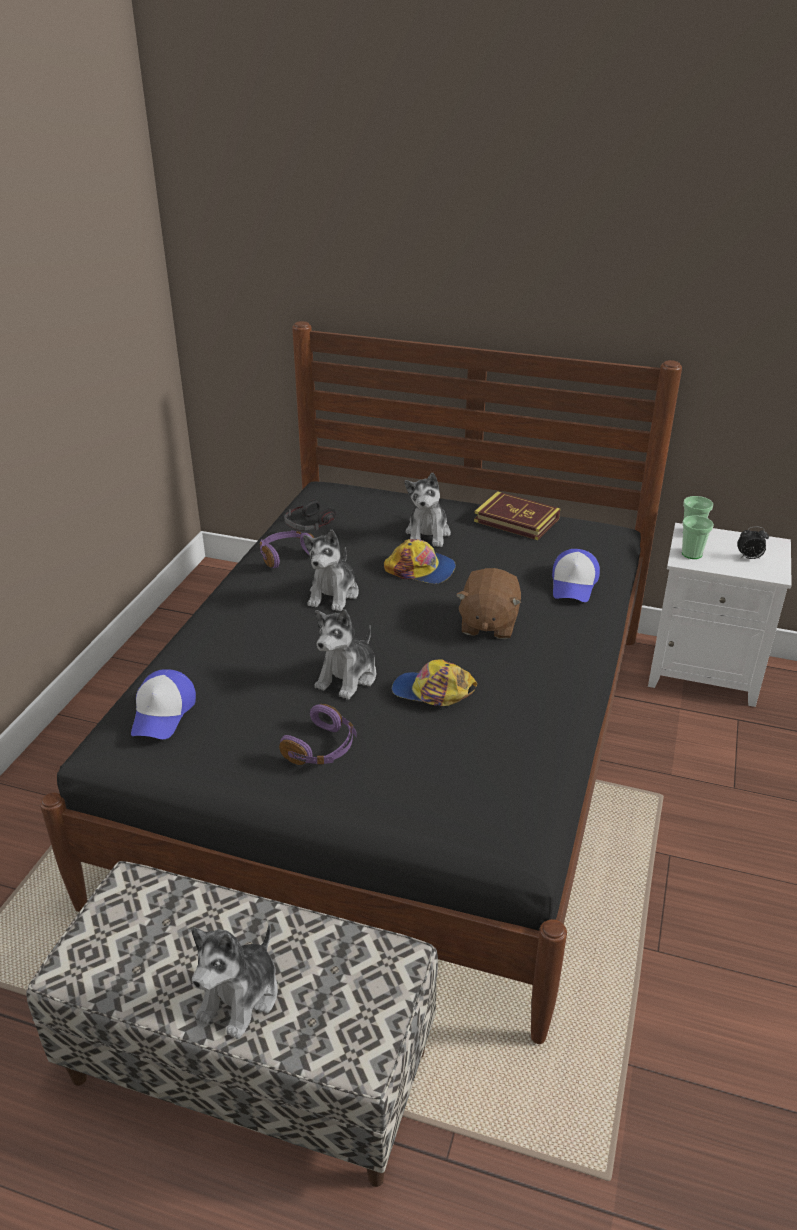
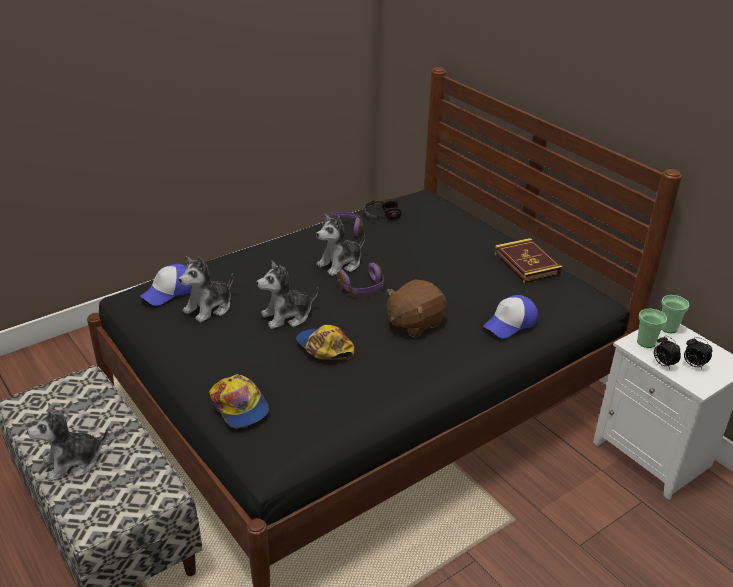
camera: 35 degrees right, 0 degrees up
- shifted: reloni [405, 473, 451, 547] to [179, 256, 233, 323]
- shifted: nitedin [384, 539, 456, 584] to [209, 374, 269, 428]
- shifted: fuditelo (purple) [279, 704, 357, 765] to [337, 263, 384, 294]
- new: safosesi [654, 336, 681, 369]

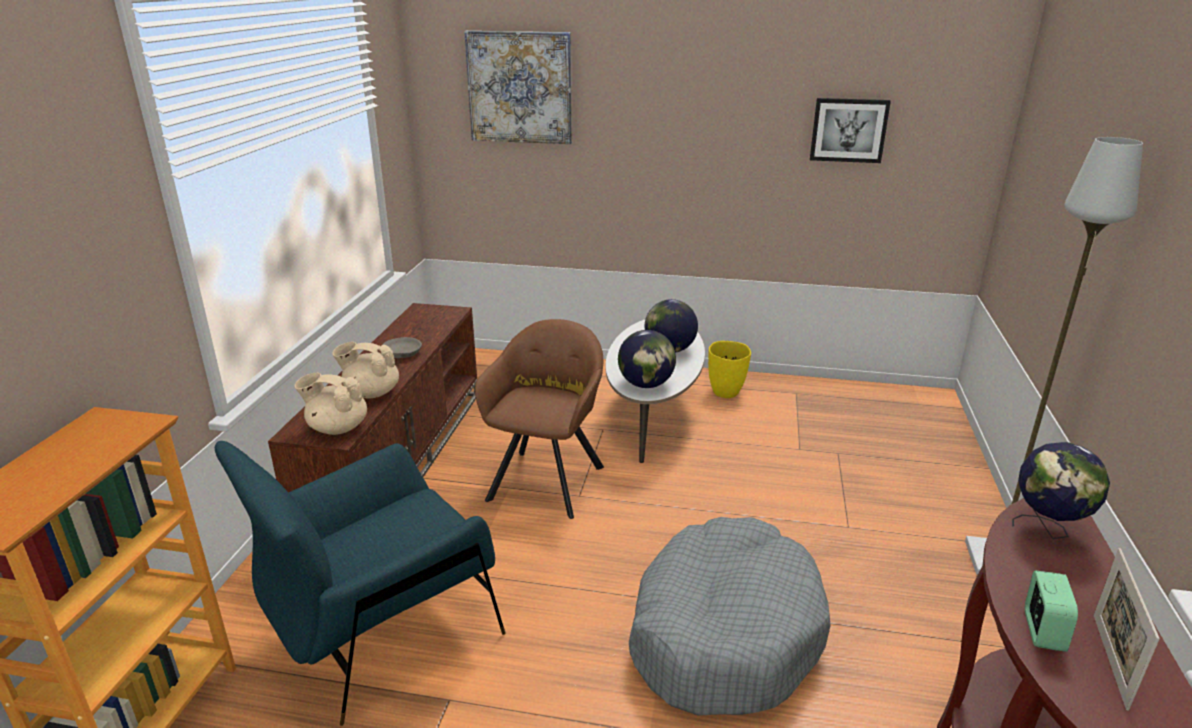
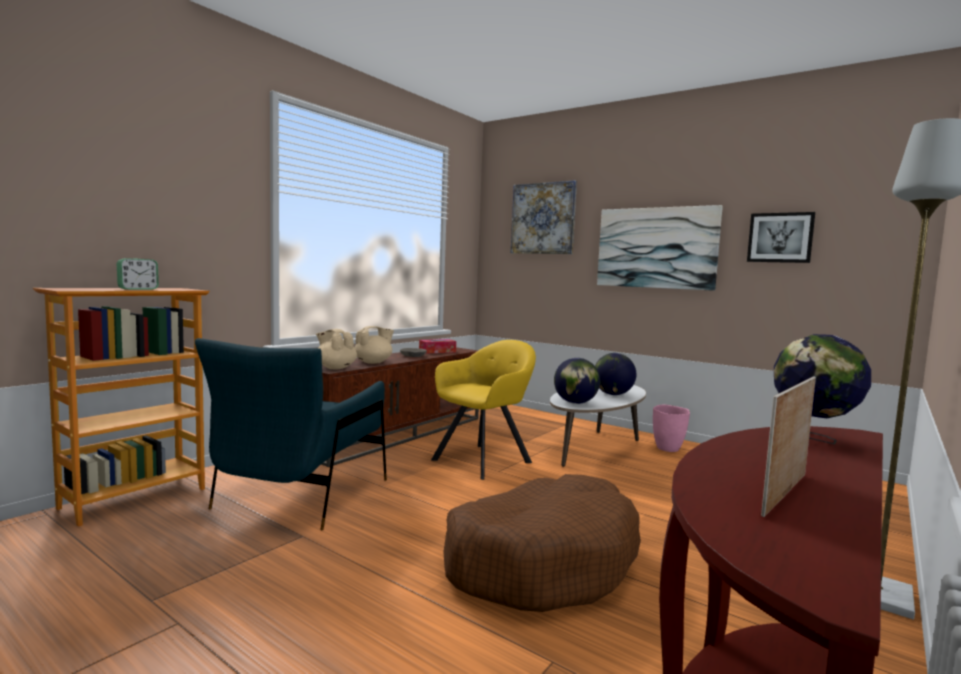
camera: 25 degrees right, 20 degrees down
- repainted: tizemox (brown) [475, 319, 604, 519] to tizemox (yellow) [431, 340, 536, 480]
- repainted: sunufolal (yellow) [708, 341, 751, 398] to sunufolal (pink) [653, 405, 690, 452]
- rotated: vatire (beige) [332, 342, 399, 399] = [355, 326, 394, 364] 105 degrees clockwise
- rotated: tizemox (blue) [215, 441, 506, 726] = [195, 338, 387, 531] 60 degrees counterclockwise
- repainted: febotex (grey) [629, 517, 831, 716] to febotex (brown) [443, 474, 641, 612]
- shifted: safosesi [1025, 571, 1078, 652] to [117, 259, 159, 290]
- new: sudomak [597, 205, 723, 291]
- new: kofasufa [419, 339, 456, 354]

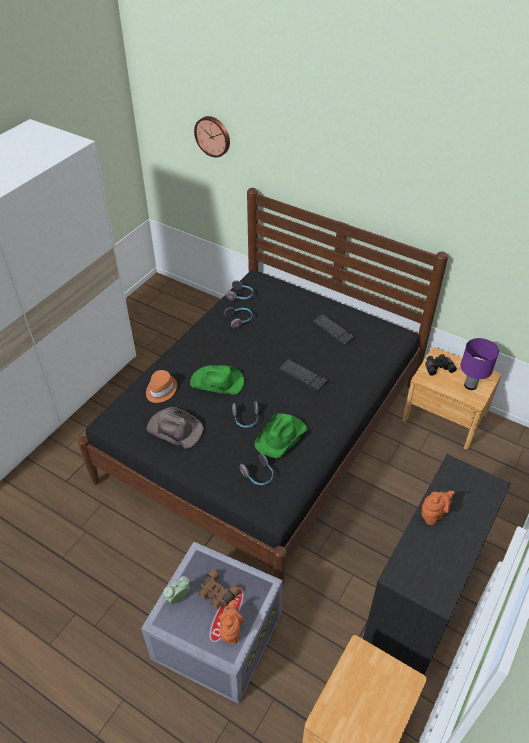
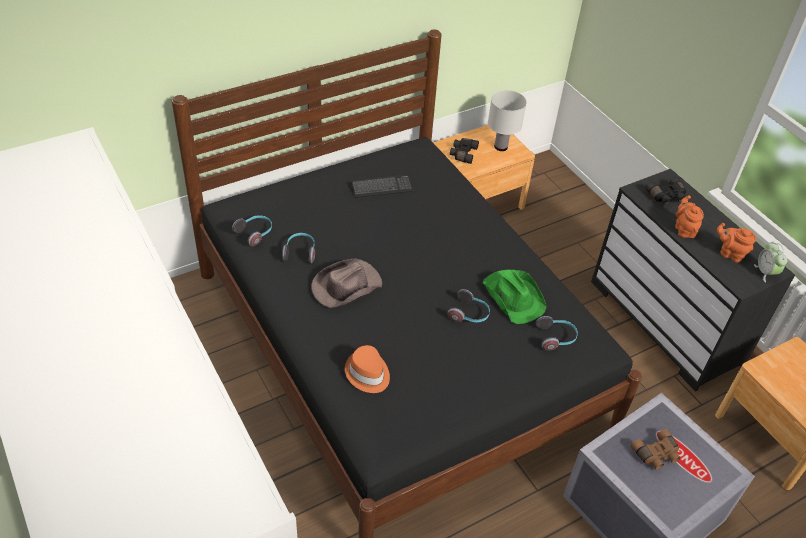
camera: 65 degrees left, 0 degrees up
- gone: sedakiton [194, 116, 230, 158]
- repainted: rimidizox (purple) [460, 338, 499, 390] to rimidizox (white) [488, 90, 527, 151]
- gone: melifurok [278, 358, 328, 393]
- gone: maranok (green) [190, 365, 244, 395]
- shifted: maranok (brown) [146, 407, 204, 449] to [311, 259, 382, 308]
- shifted: safosesi [163, 576, 190, 604] to [754, 242, 788, 283]
- shifted: vatire (orange) [218, 600, 244, 644] to [717, 223, 756, 262]
- new: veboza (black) [645, 177, 686, 205]

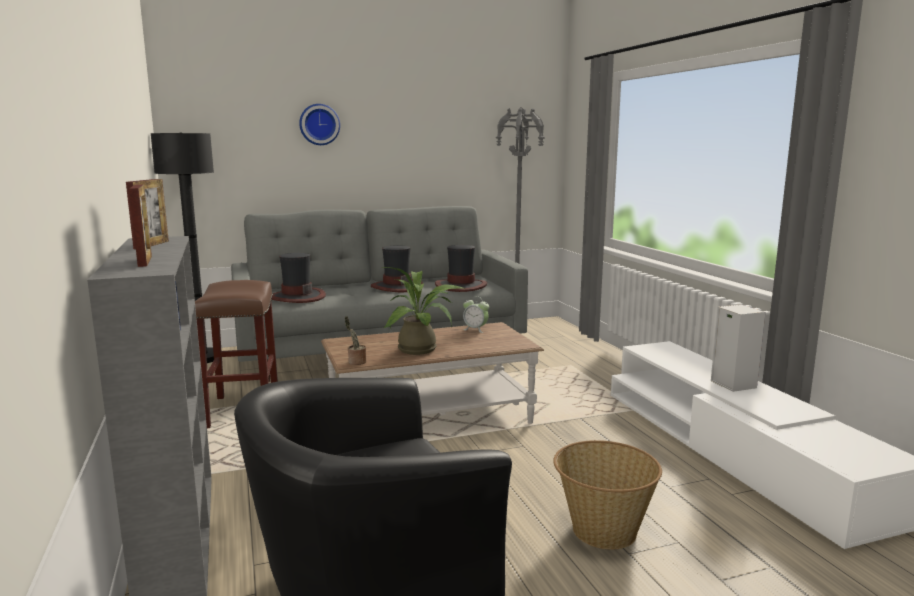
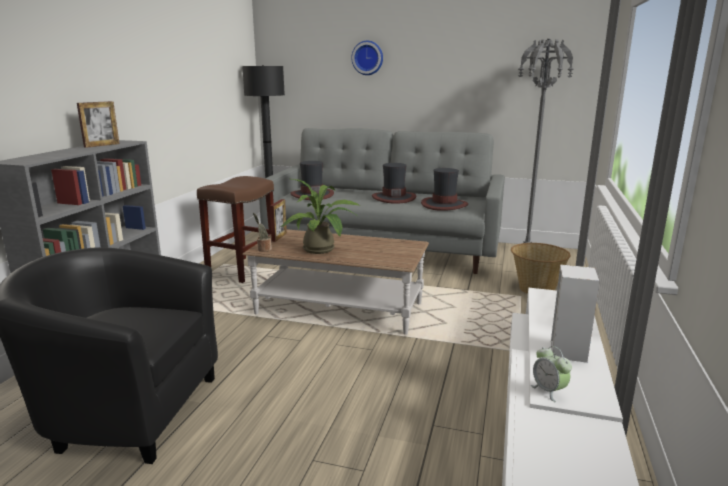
camera: 35 degrees right, 5 degrees up
- shifted: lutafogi [129, 185, 152, 267] to [270, 199, 287, 242]
- shifted: safosesi [463, 296, 489, 333] to [530, 346, 572, 402]
- shifted: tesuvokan [553, 440, 662, 549] to [511, 243, 571, 294]

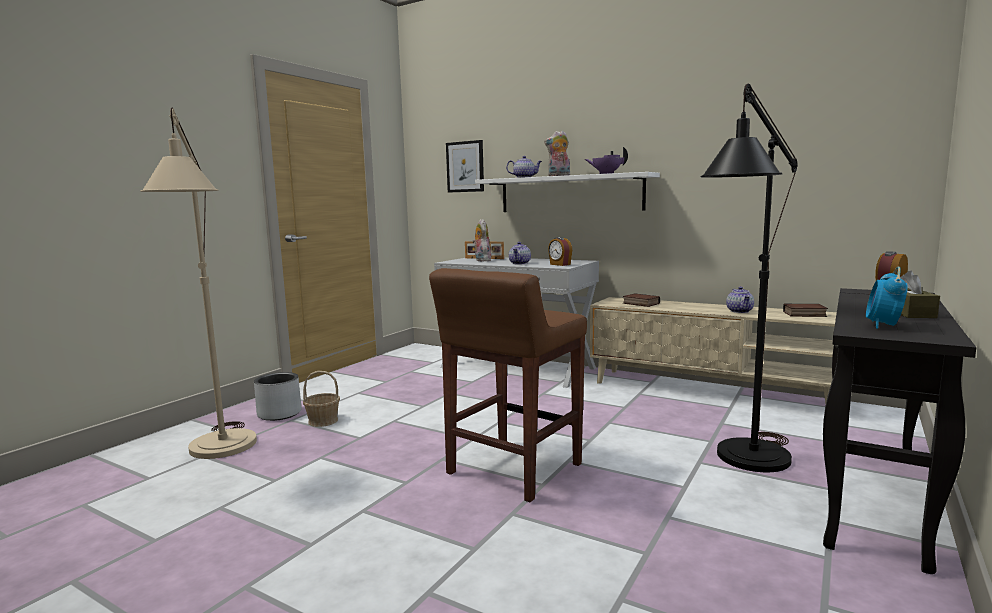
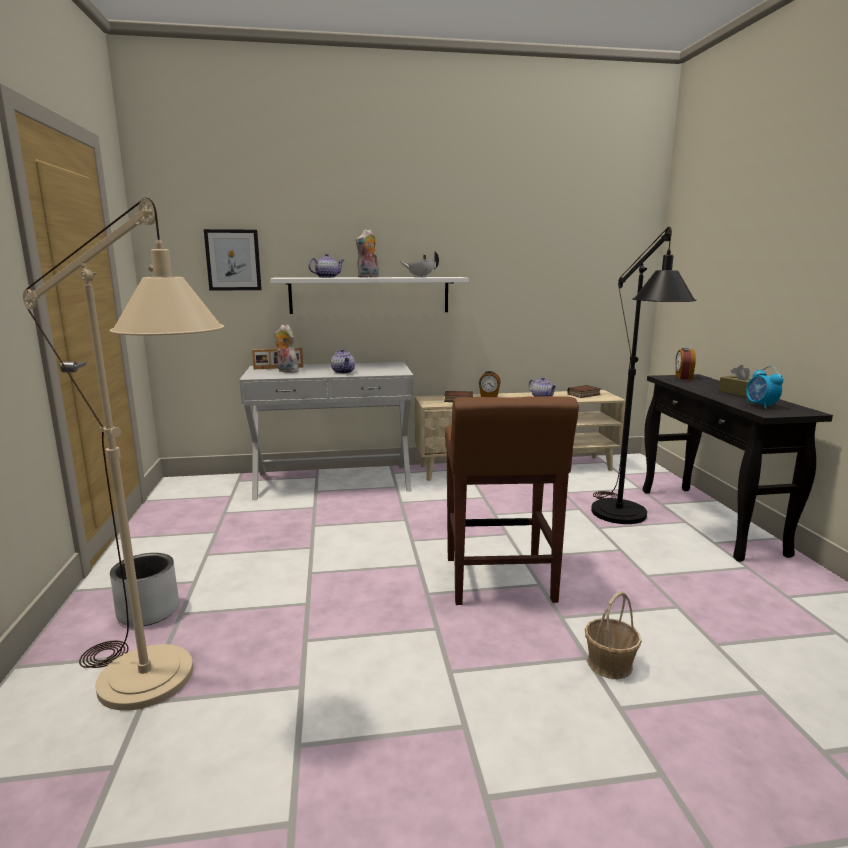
camera: 40 degrees left, 5 degrees up
- repainted: vatire (purple) [585, 147, 628, 174] to vatire (white) [400, 251, 439, 277]
- shifted: safosesi [548, 237, 572, 266] to [479, 371, 501, 397]
- shifted: tesuvokan [303, 371, 340, 427] to [585, 591, 642, 679]

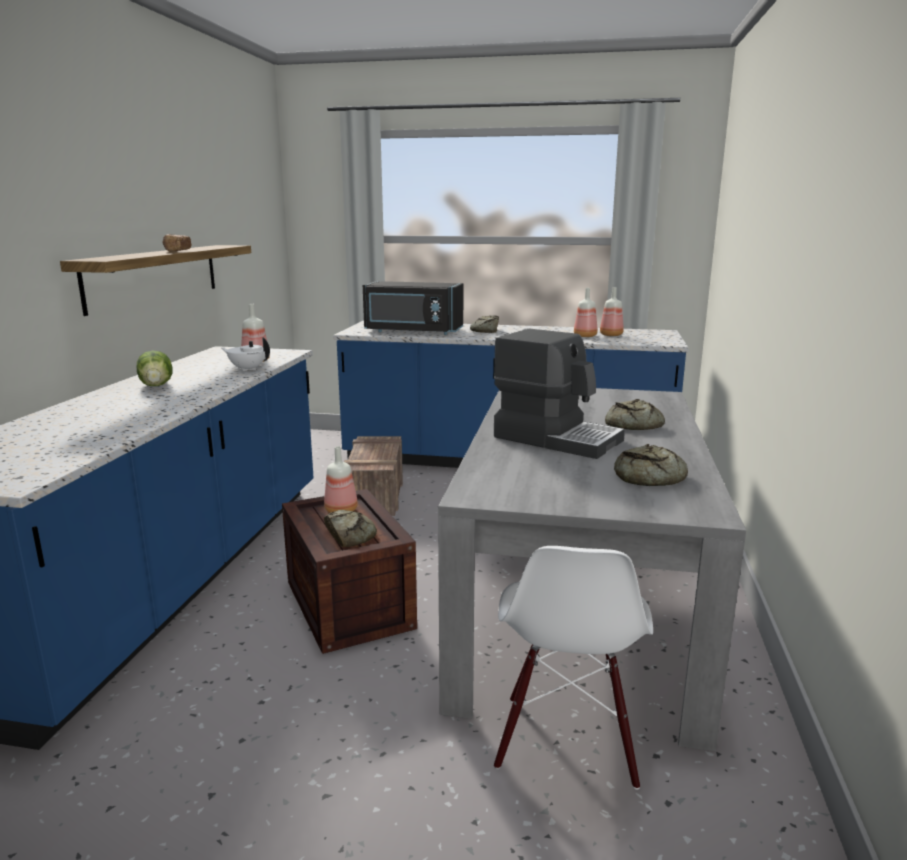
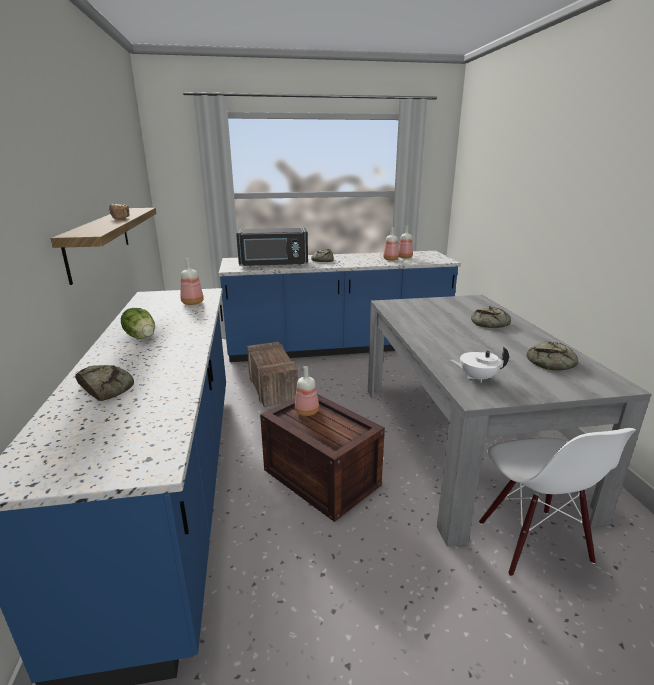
camera: 20 degrees left, 5 degrees up
- gone: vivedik [494, 329, 625, 459]
- shifted: vatire (white) [222, 337, 270, 372] to [450, 346, 509, 383]
- shifted: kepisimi [324, 510, 377, 547] to [75, 365, 134, 401]

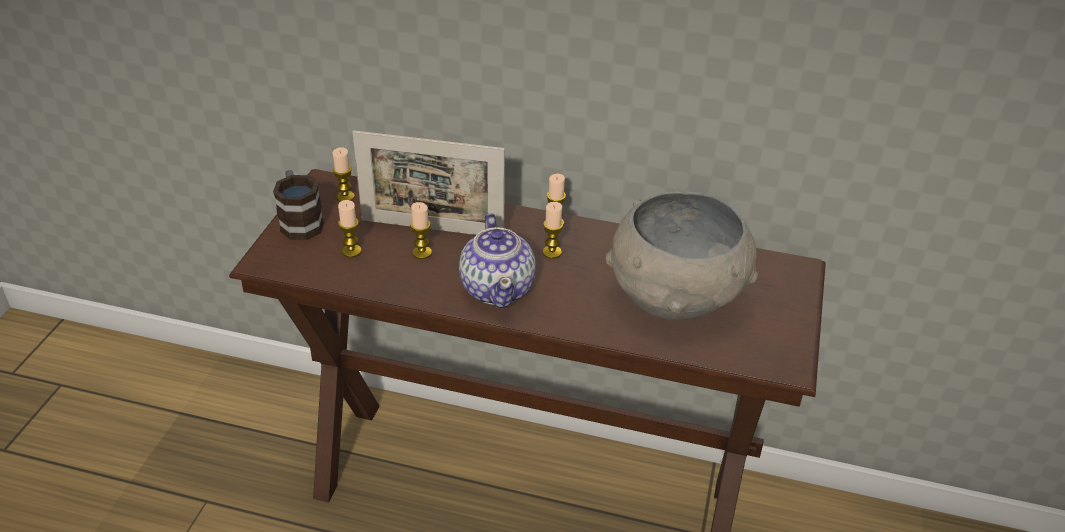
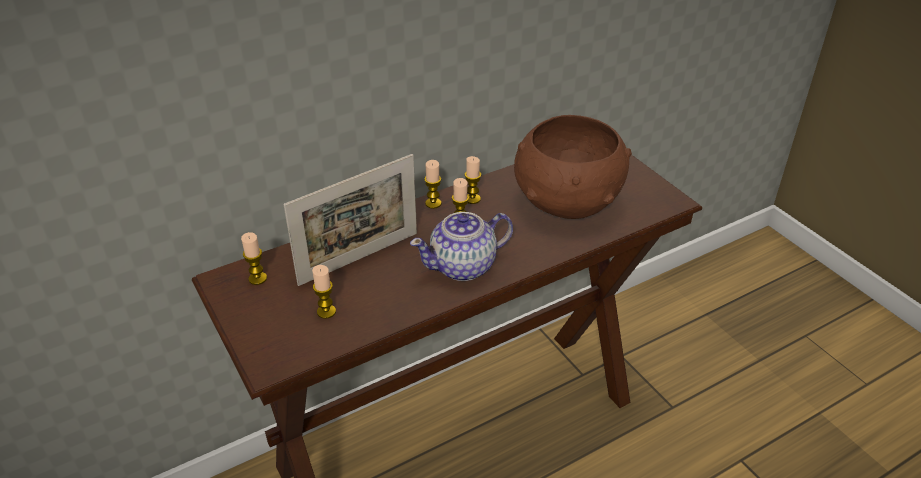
camera: 45 degrees left, 0 degrees up
- gone: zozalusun [273, 170, 324, 240]
- repainted: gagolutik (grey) [606, 191, 759, 320] to gagolutik (brown) [514, 115, 632, 219]
- shifted: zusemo [410, 202, 432, 259] to [465, 156, 481, 204]
- rotated: vatire [459, 213, 536, 308] = [410, 212, 513, 281] 120 degrees clockwise

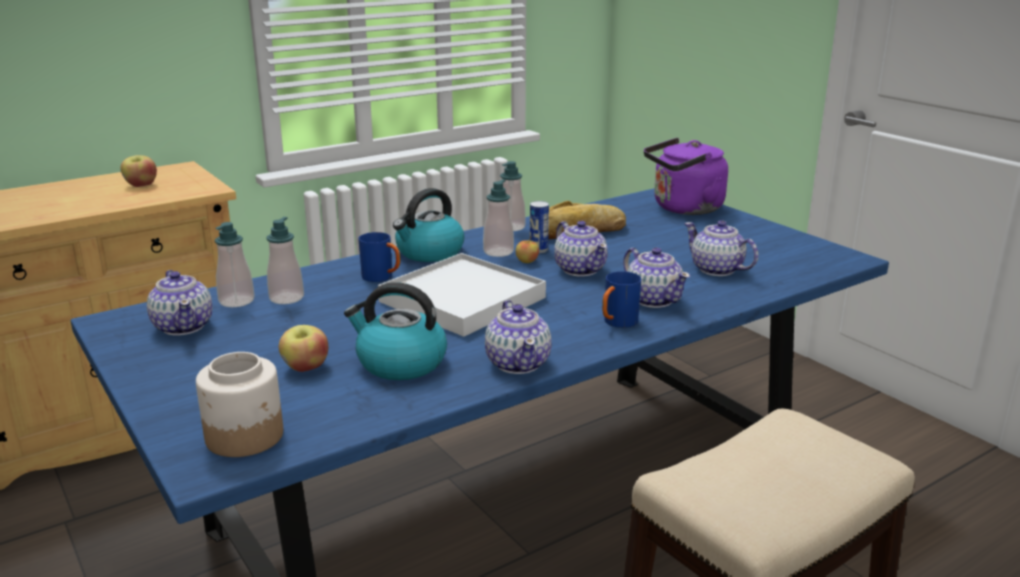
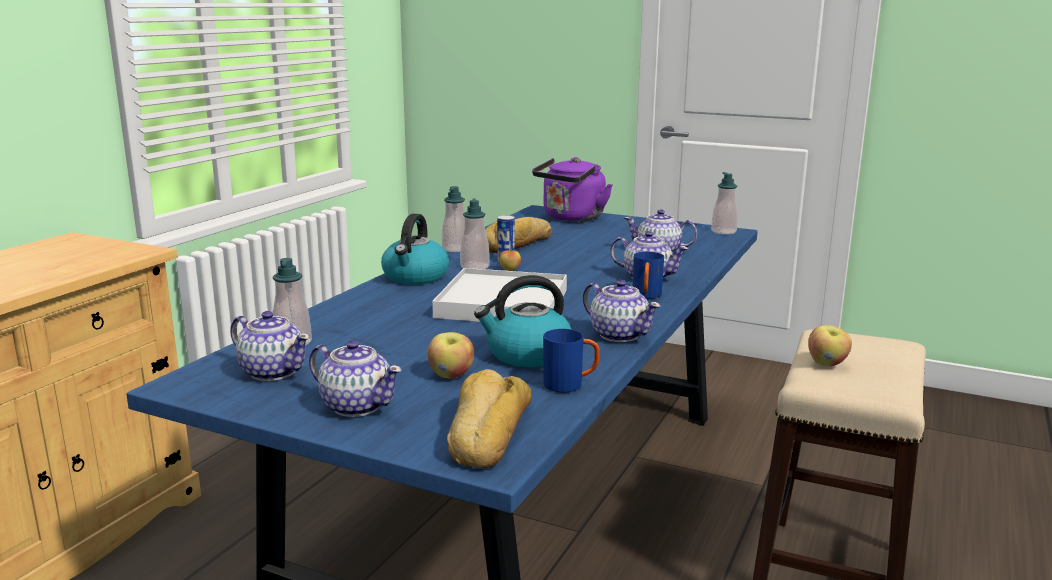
camera: 30 degrees left, 5 degrees down
- shifted: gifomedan [120, 155, 157, 187] to [808, 325, 852, 366]
- shifted: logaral [266, 217, 304, 304] to [711, 172, 738, 234]
- shifted: vatire [554, 221, 608, 276] to [309, 340, 402, 417]
- shifted: zozalusun (blue) [358, 232, 400, 282] to [543, 329, 600, 393]
- swapped: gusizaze [196, 352, 283, 457] to kepisimi [447, 369, 532, 468]

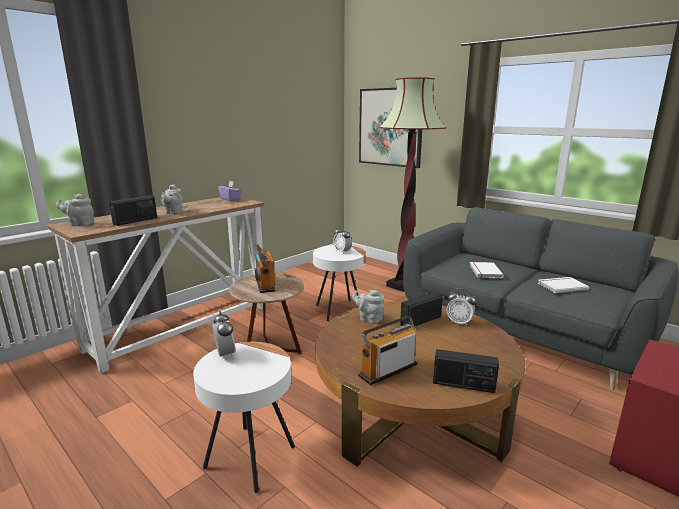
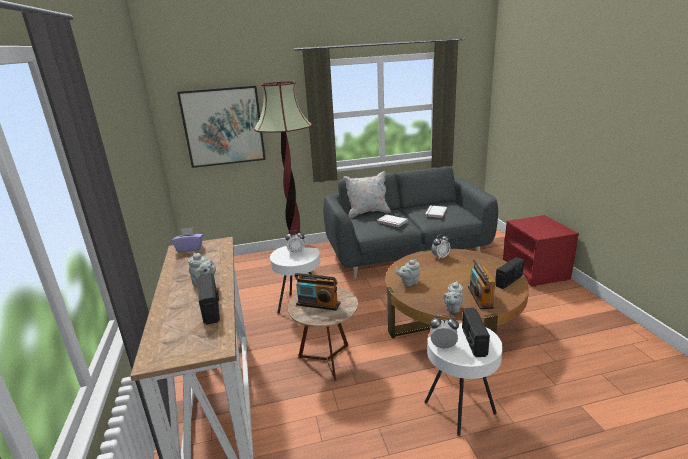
camera: 55 degrees left, 5 degrees up
- shifted: vatire (grey) [56, 194, 94, 226] to [443, 281, 464, 313]
- shifted: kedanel [400, 292, 443, 327] to [462, 308, 490, 357]
- new: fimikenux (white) [343, 171, 391, 218]

